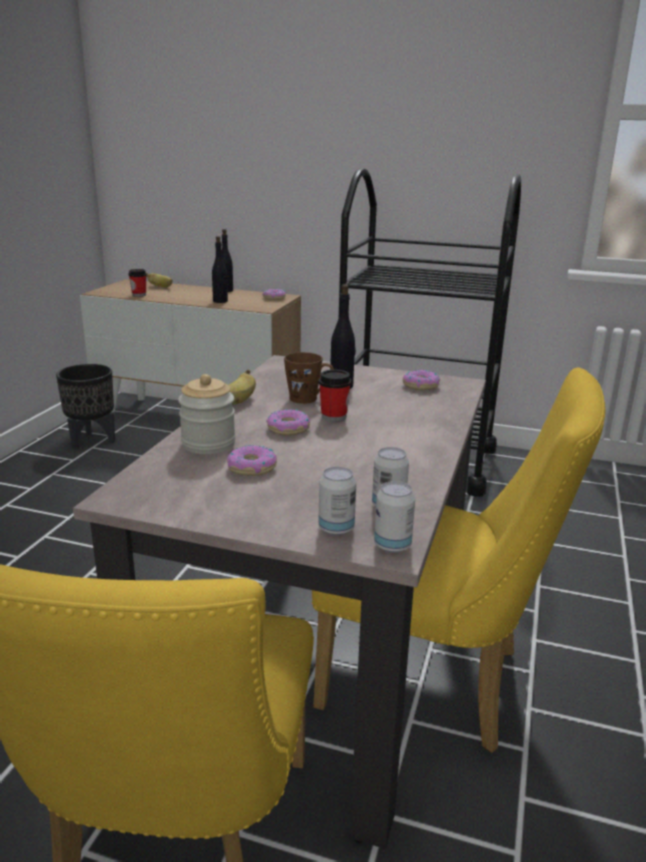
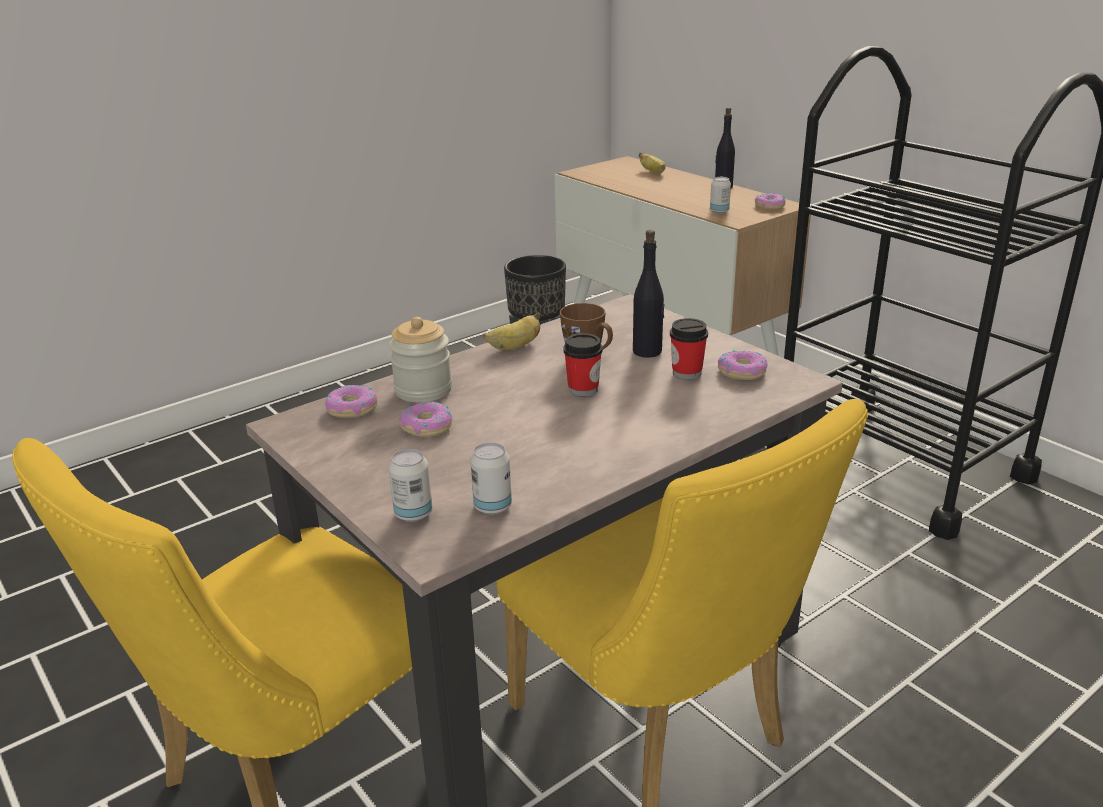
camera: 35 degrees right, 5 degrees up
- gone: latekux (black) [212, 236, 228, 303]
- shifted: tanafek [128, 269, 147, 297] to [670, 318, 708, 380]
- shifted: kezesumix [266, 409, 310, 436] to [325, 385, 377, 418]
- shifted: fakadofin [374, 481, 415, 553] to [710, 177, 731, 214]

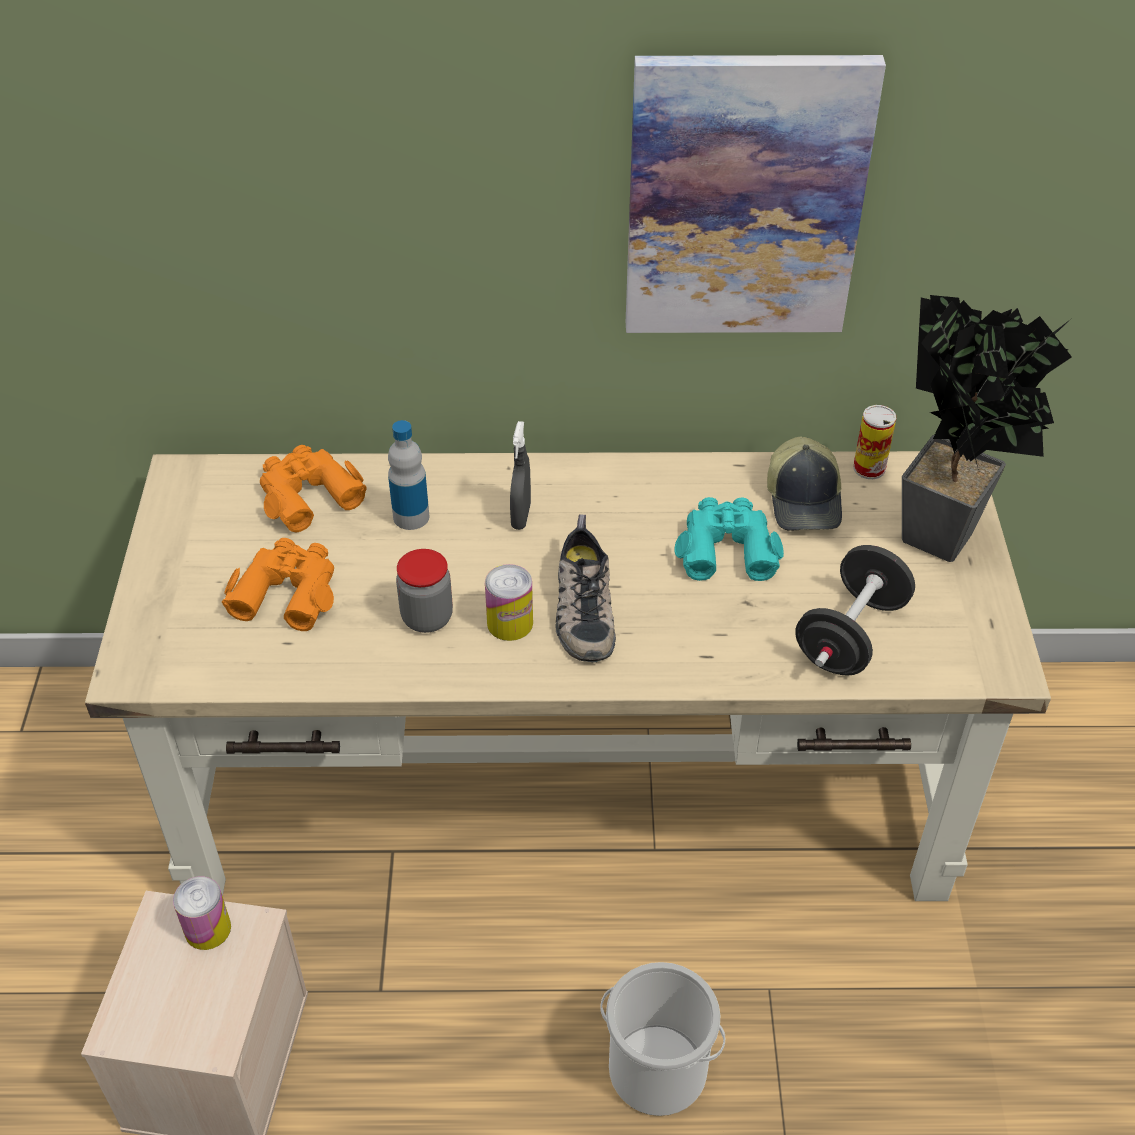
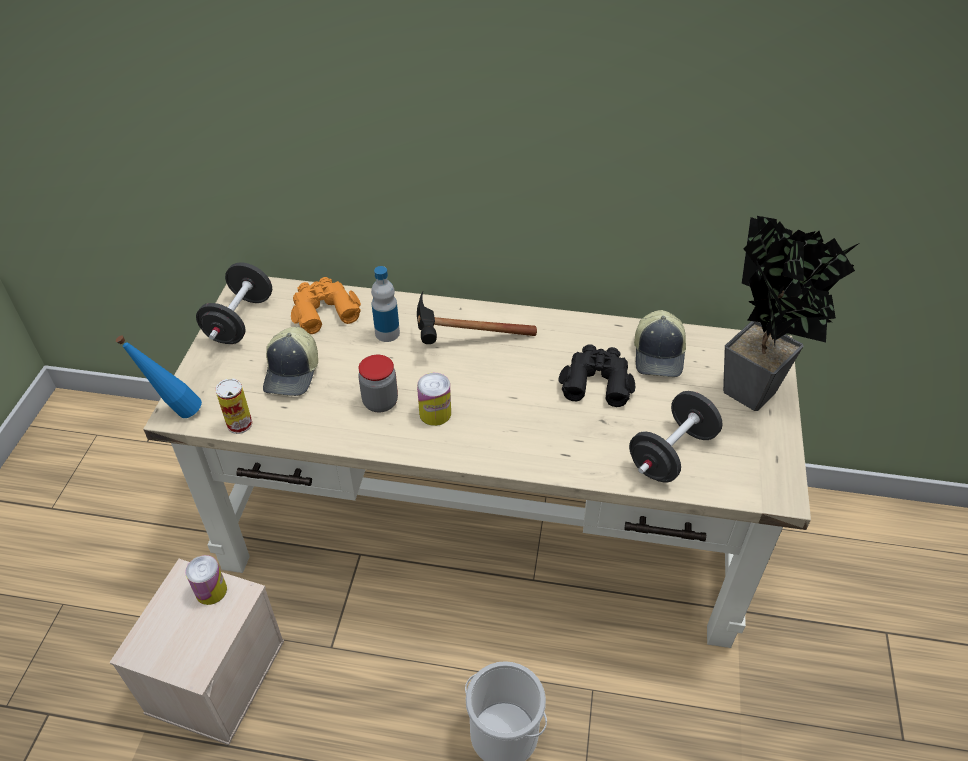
camera: 10 degrees right, 0 degrees up
- gone: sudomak [626, 55, 886, 333]
- shifted: fakadofin [853, 405, 896, 479] to [215, 378, 252, 434]
- swapped: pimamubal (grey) [510, 421, 531, 530] to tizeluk [417, 292, 537, 344]
- repainted: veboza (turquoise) [674, 497, 784, 581] to veboza (black) [558, 344, 635, 407]
- gone: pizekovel [555, 514, 616, 663]
- swapped: veboza (orange) [222, 538, 334, 631] to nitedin [263, 327, 318, 396]
- new: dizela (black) [196, 262, 272, 344]
- new: latekux (blue) [116, 335, 202, 418]

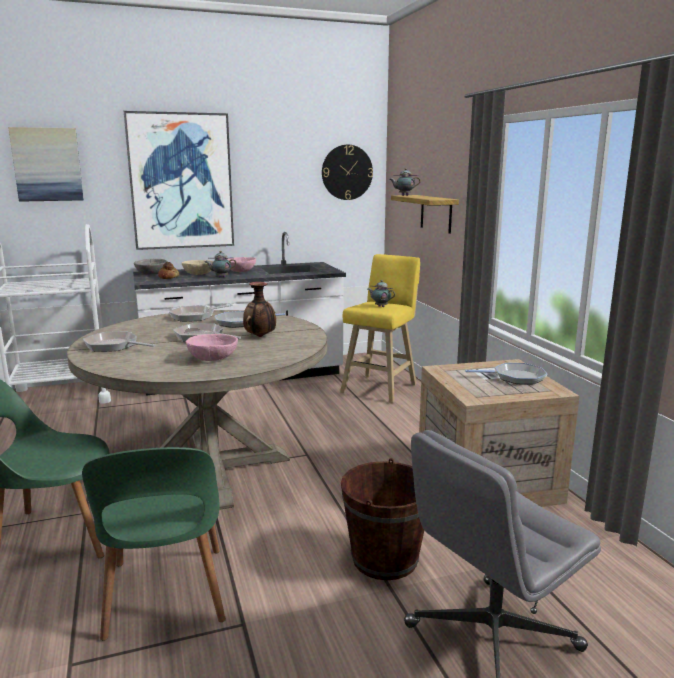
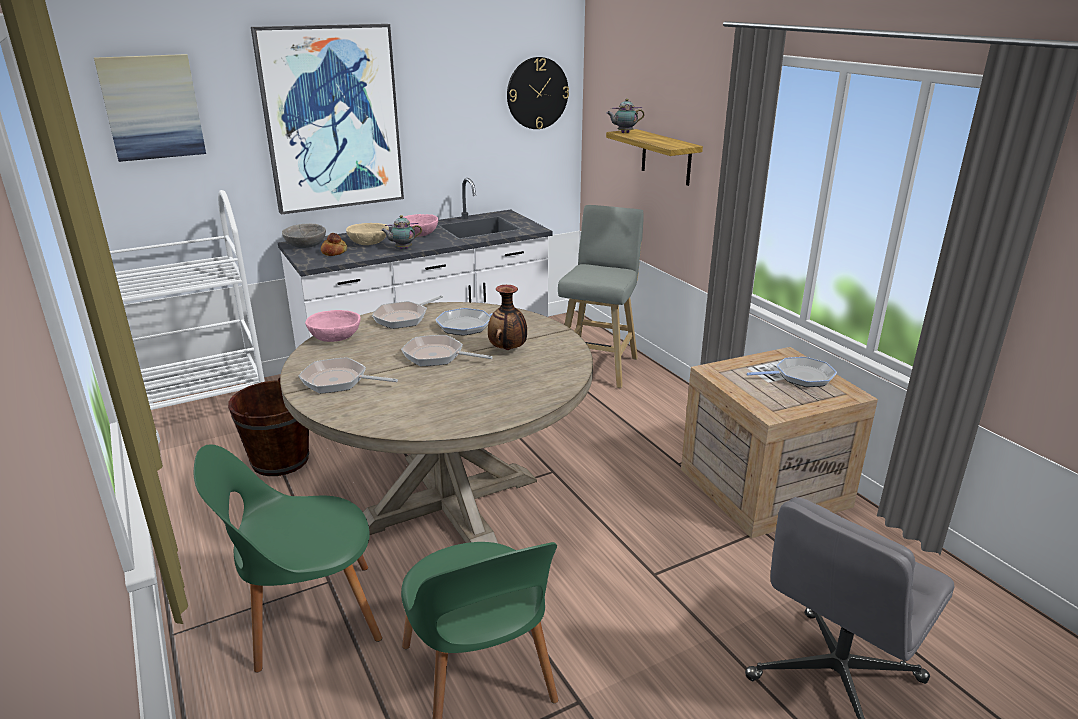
camera: 10 degrees left, 10 degrees up
- repainted: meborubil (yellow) [340, 254, 420, 403] to meborubil (grey) [558, 205, 644, 388]
- gone: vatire [368, 280, 395, 307]
- shifted: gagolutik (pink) [186, 334, 238, 361] to [305, 310, 360, 342]
- shifted: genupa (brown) [341, 458, 424, 580] to [228, 377, 309, 476]

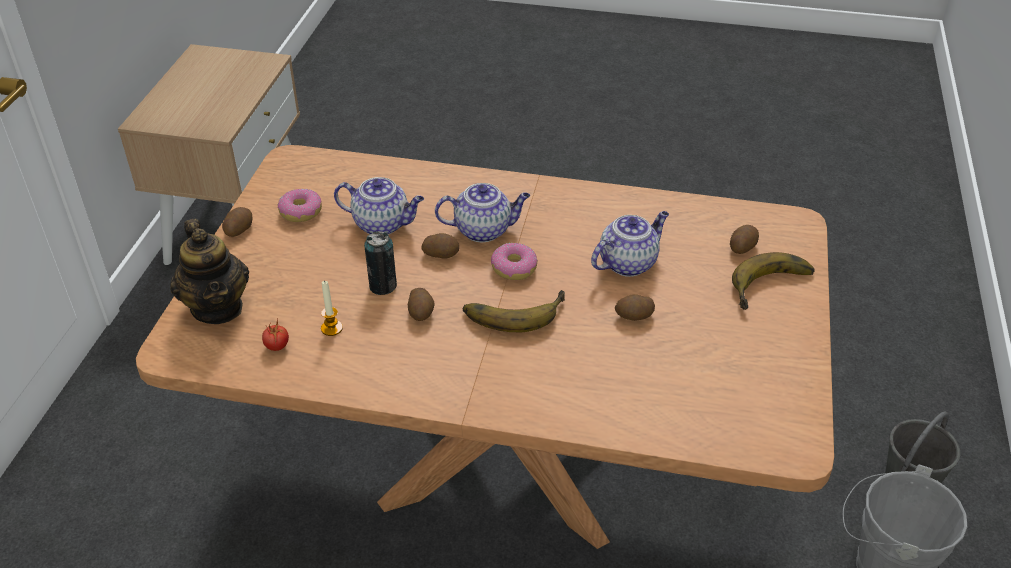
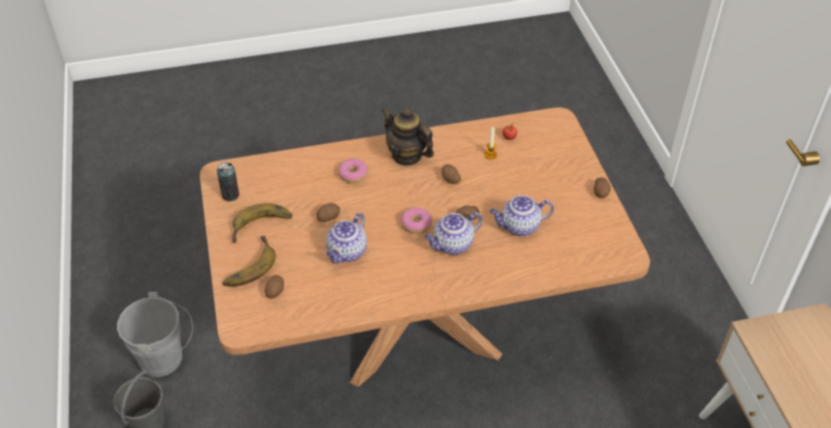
camera: 155 degrees right, 5 degrees up
- shifted: kezesumix [278, 188, 322, 222] to [339, 158, 368, 184]
- shifted: vatire [170, 219, 249, 324] to [382, 108, 434, 166]
- shifted: fakadofin [364, 231, 397, 295] to [217, 162, 239, 201]
- shifted: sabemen [463, 290, 565, 332] to [232, 203, 292, 243]

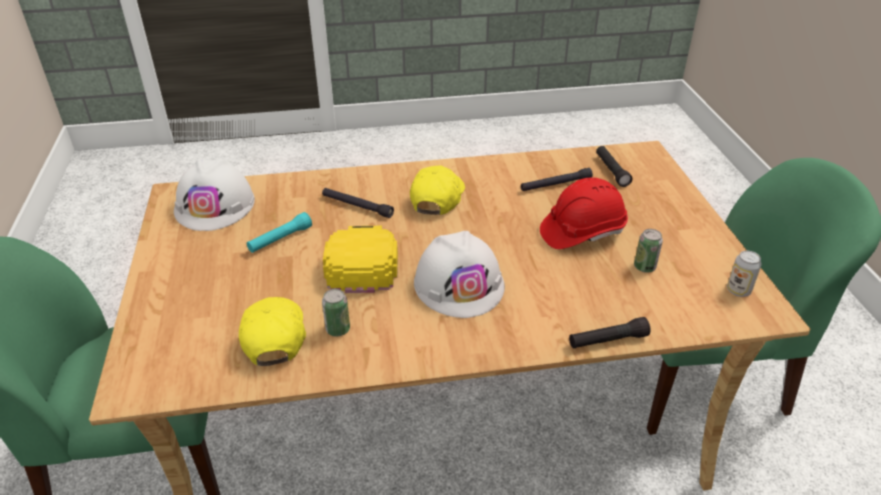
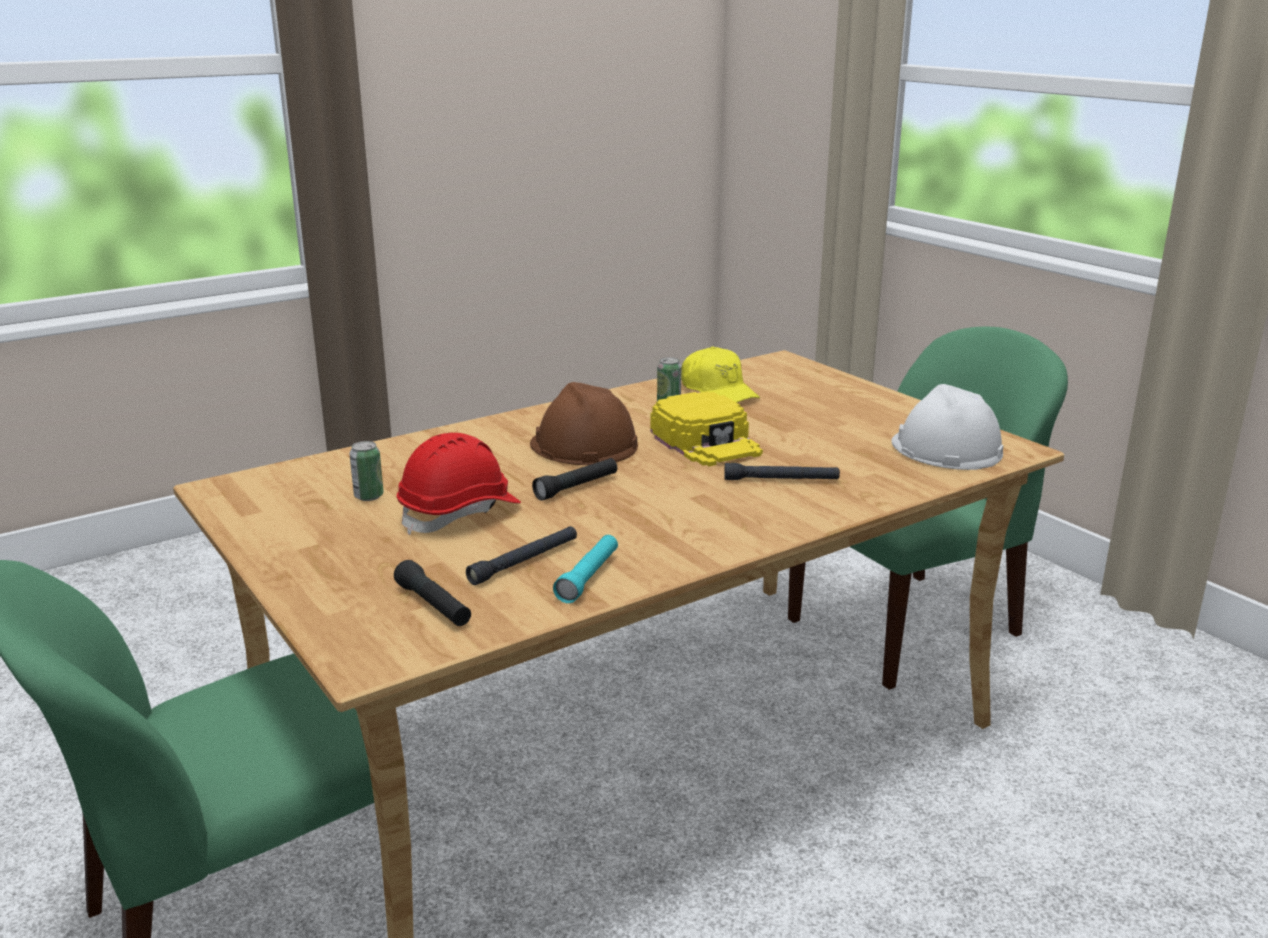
camera: 155 degrees right, 15 degrees down
- gone: nitedin (yellow) [410, 165, 465, 215]
- shifted: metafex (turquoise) [247, 212, 312, 253] to [553, 535, 618, 603]
- repainted: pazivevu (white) [414, 231, 505, 318] to pazivevu (brown) [530, 382, 638, 465]
- gone: fakadofin [727, 251, 762, 297]
- shifted: metafex (black) [569, 317, 651, 348] to [532, 458, 617, 501]

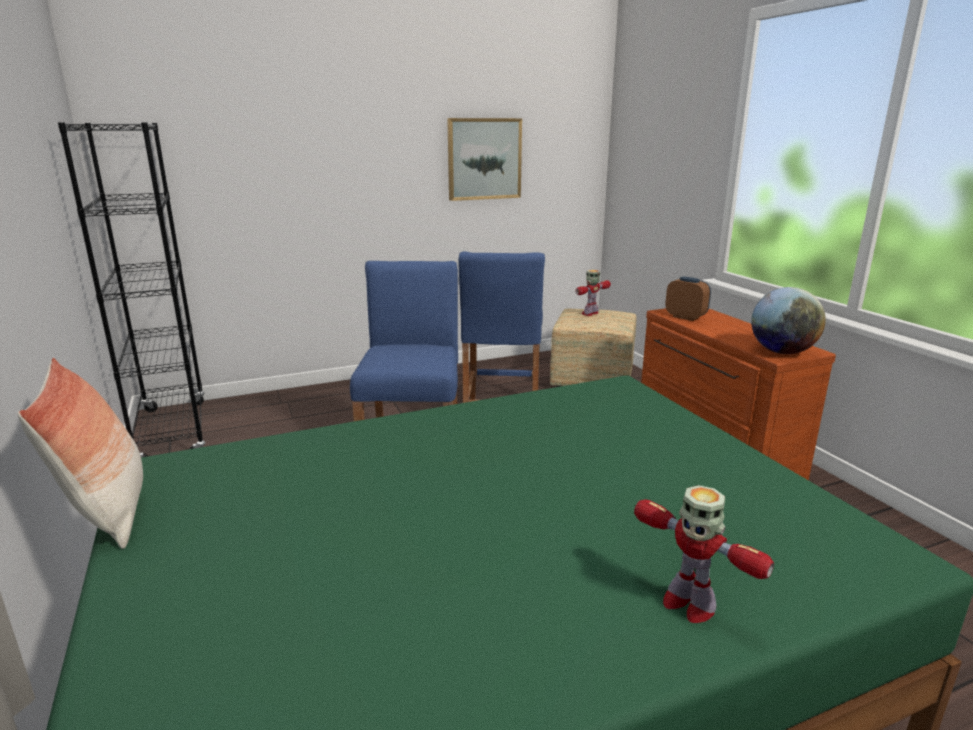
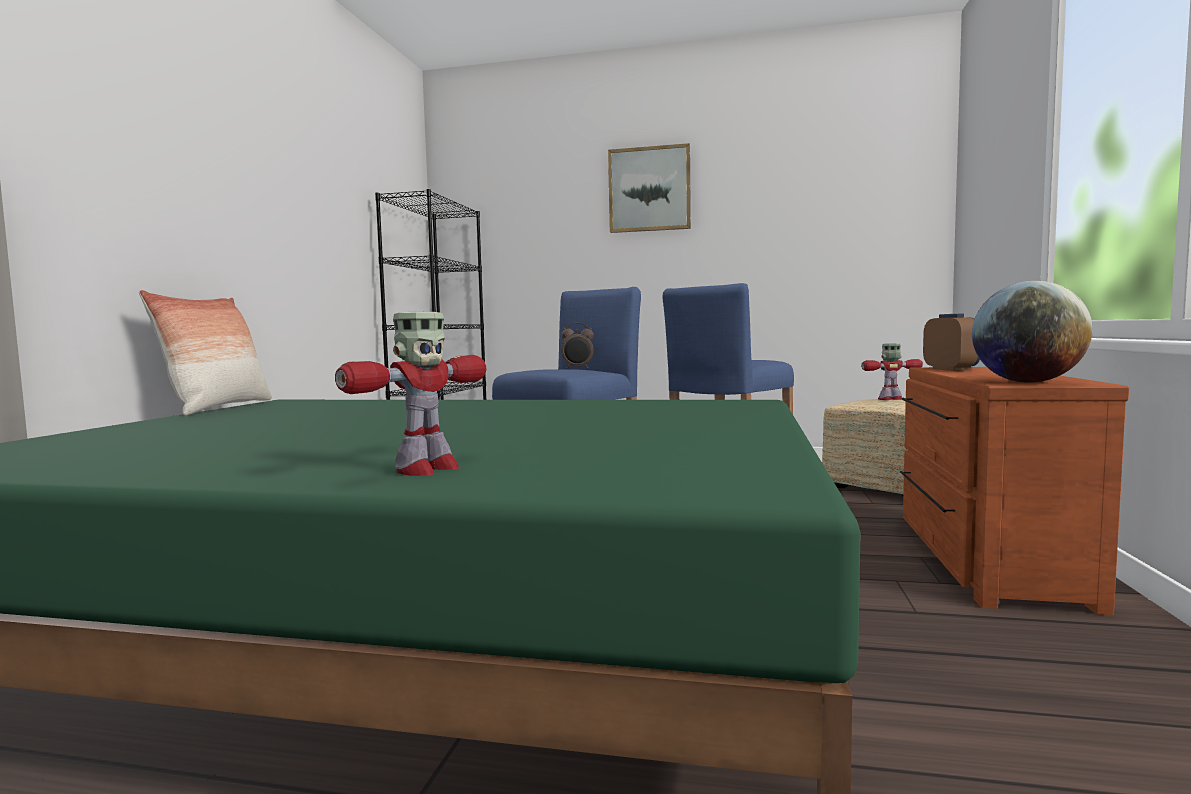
camera: 35 degrees right, 15 degrees down
- shifted: sudomak [447, 118, 522, 201] to [608, 143, 691, 233]
- rotated: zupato [634, 485, 774, 623] = [335, 312, 486, 476] 135 degrees counterclockwise
- new: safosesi [561, 323, 594, 369]

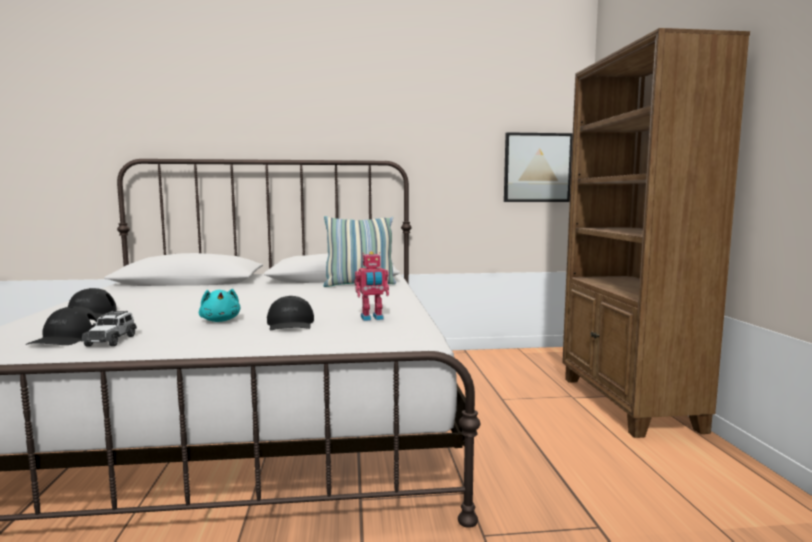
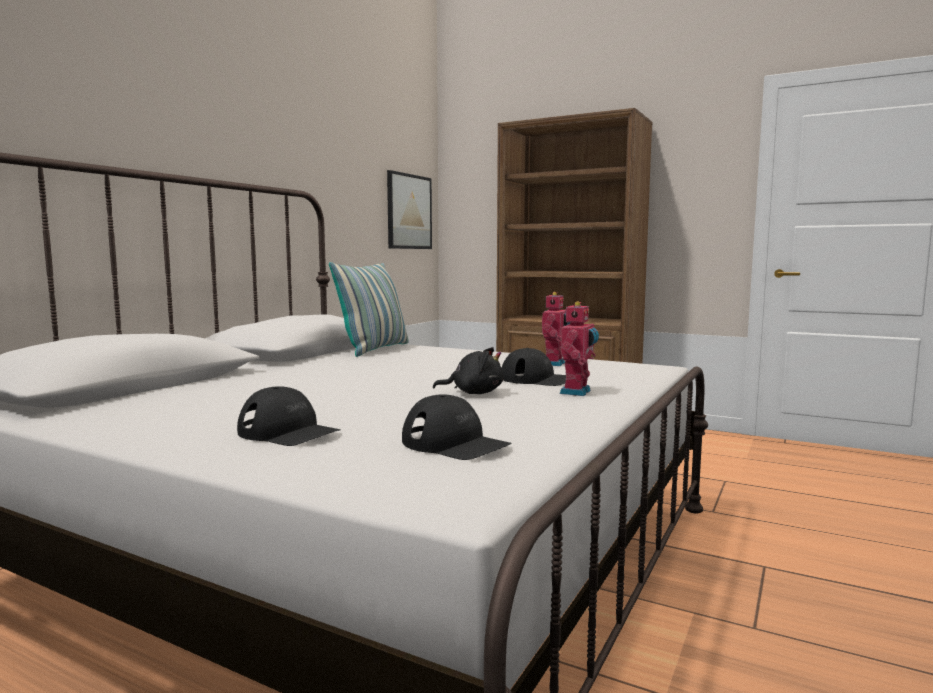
camera: 55 degrees left, 0 degrees up
- repainted: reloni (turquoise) [199, 289, 241, 322] to reloni (black) [433, 347, 503, 394]
- gone: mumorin [81, 311, 137, 347]
- new: zupato [560, 301, 599, 396]

